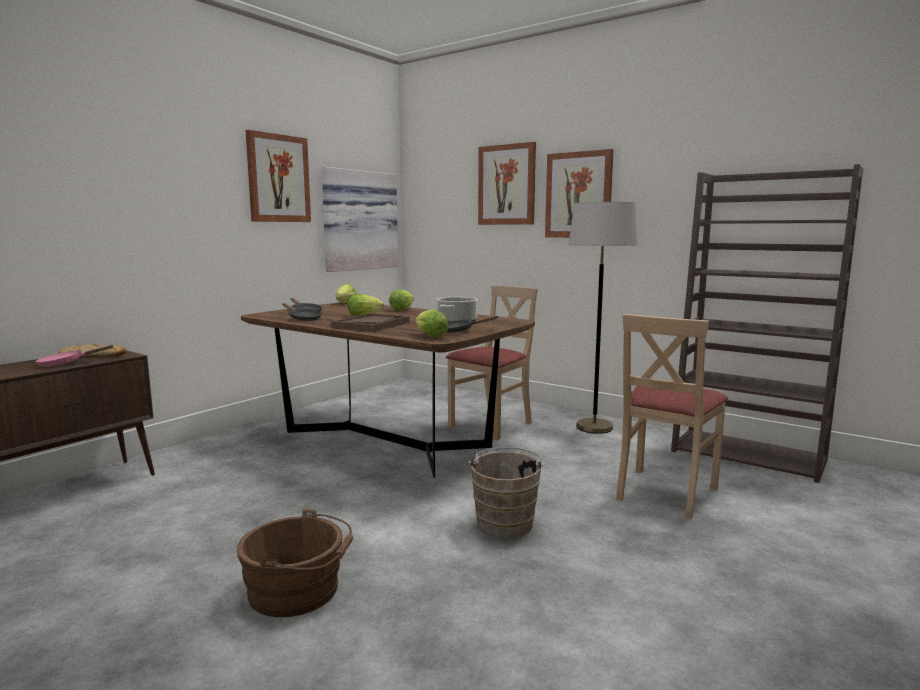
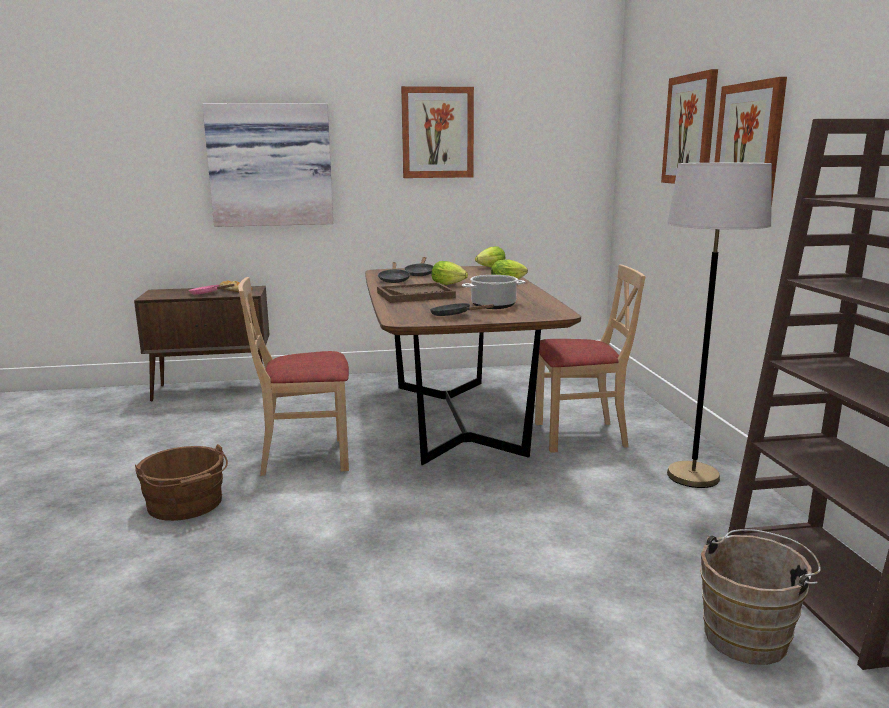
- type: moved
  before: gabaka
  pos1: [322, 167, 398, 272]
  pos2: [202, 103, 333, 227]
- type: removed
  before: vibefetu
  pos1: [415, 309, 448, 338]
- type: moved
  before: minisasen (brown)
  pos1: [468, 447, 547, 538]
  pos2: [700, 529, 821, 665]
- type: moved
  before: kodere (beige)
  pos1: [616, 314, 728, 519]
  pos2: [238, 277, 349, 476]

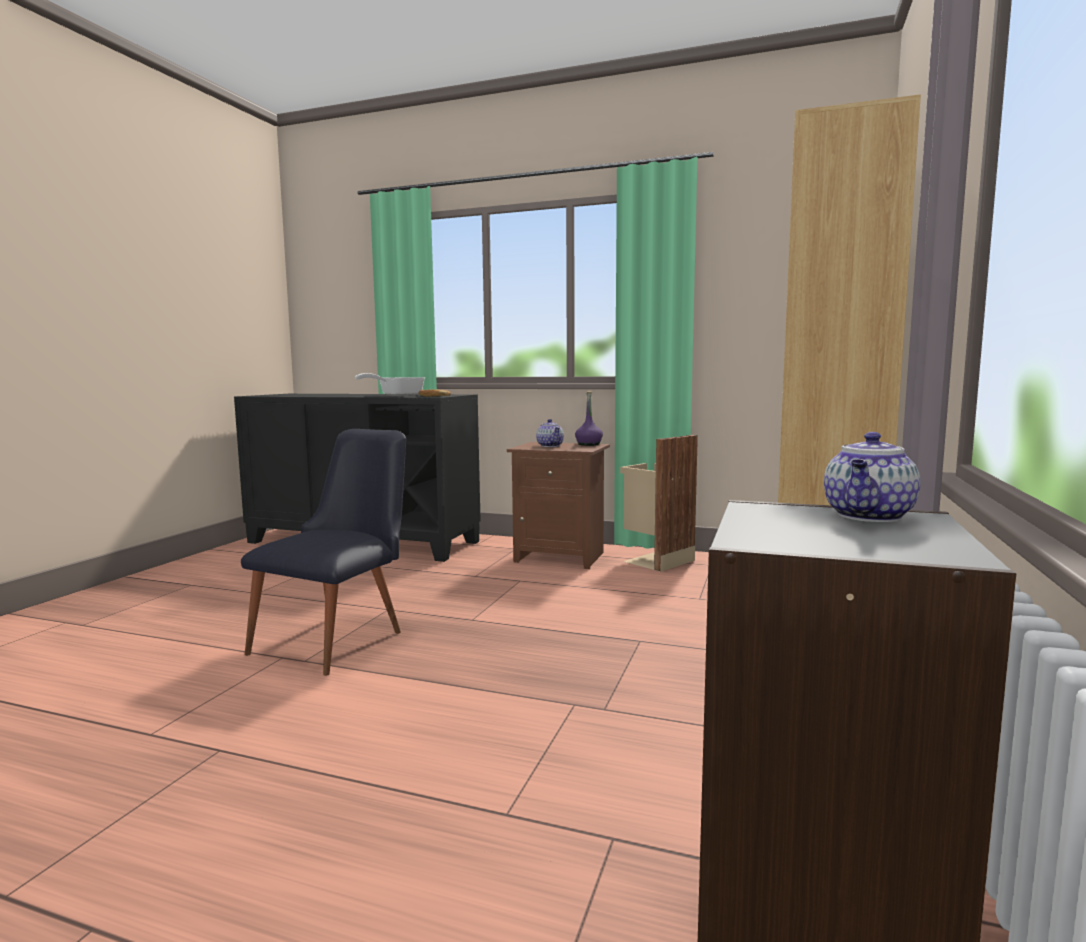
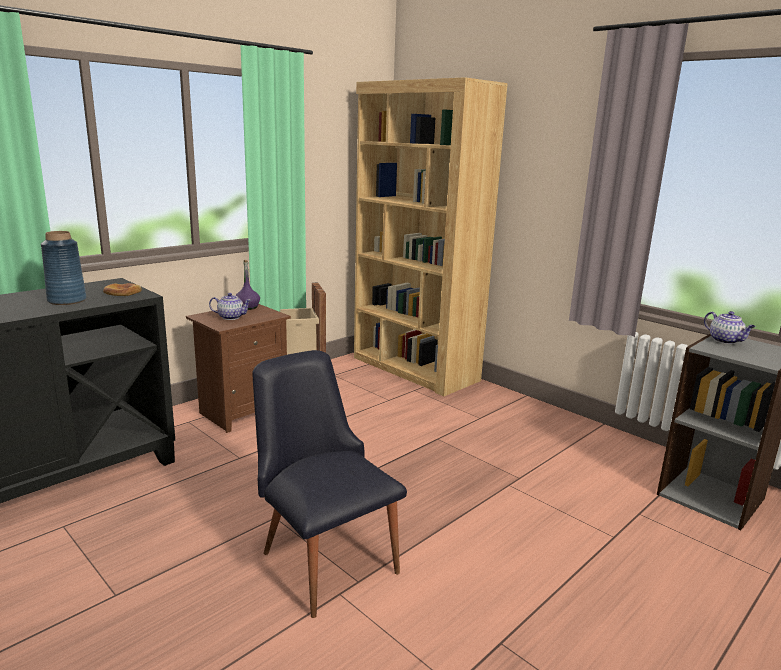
- type: replaced
  before: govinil
  after: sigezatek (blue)
  pos1: [355, 373, 425, 396]
  pos2: [41, 231, 86, 305]

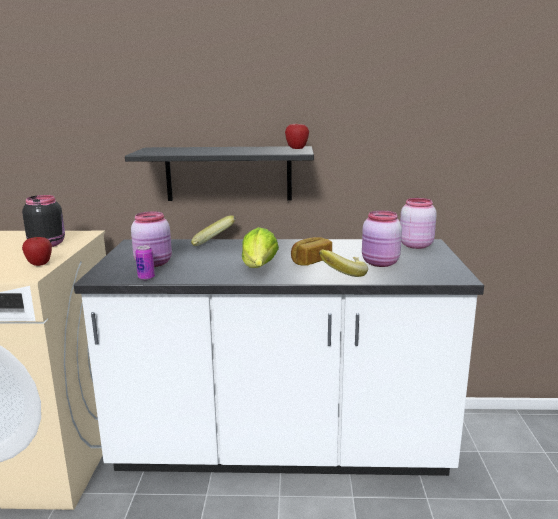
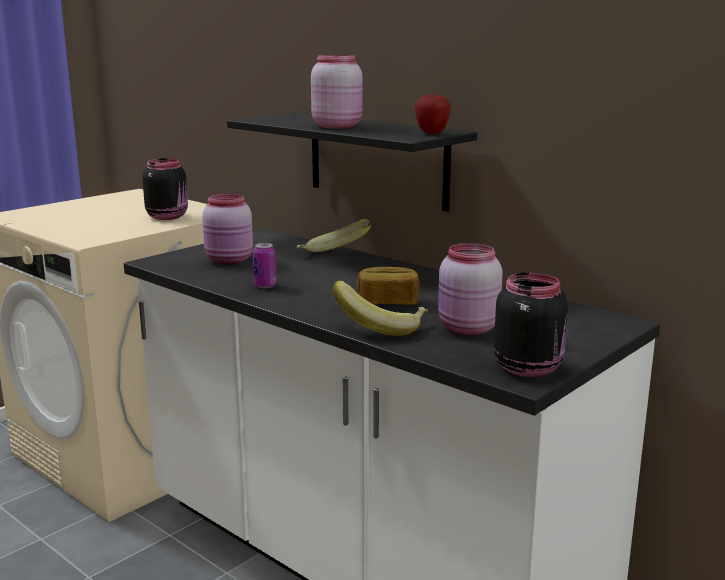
- type: removed
  before: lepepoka
  pos1: [22, 236, 52, 266]
- type: moved
  before: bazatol
  pos1: [135, 245, 155, 280]
  pos2: [253, 243, 276, 288]
- type: removed
  before: vibefetu
  pos1: [242, 227, 279, 268]
- type: moved
  before: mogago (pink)
  pos1: [400, 198, 437, 249]
  pos2: [311, 55, 363, 129]
- type: added
  after: mogago (black)
  pos2: [494, 272, 568, 377]

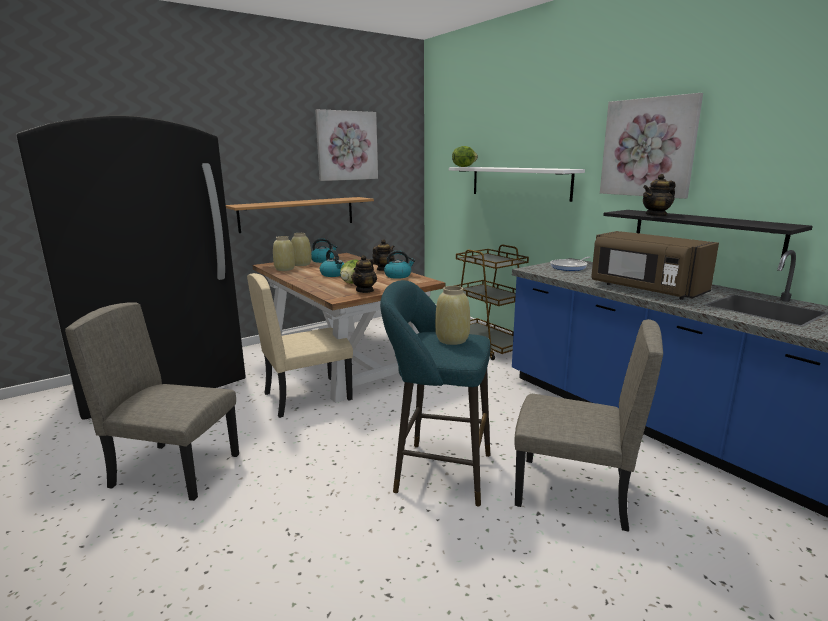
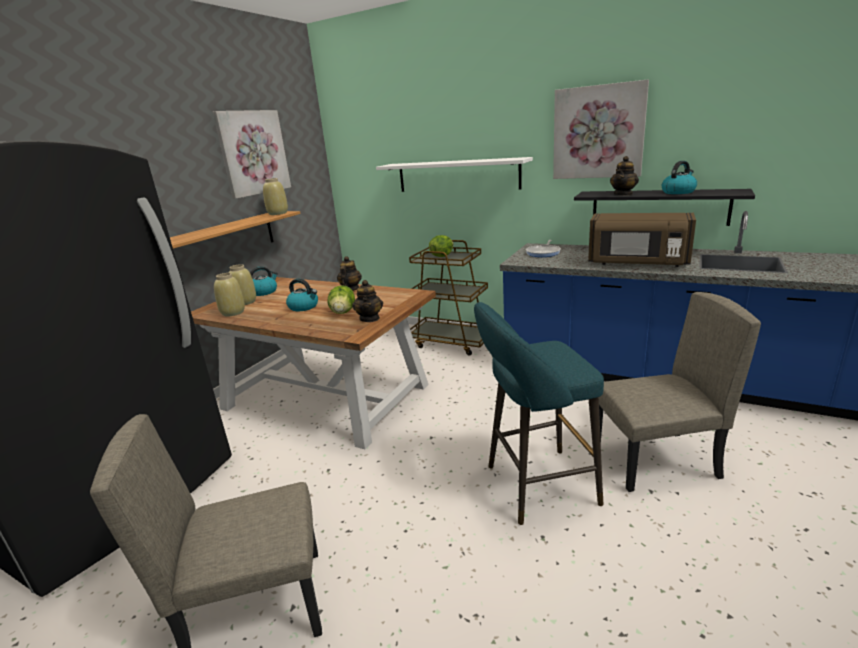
- type: removed
  before: kodere (beige)
  pos1: [247, 273, 353, 418]
- type: moved
  before: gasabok
  pos1: [384, 250, 415, 279]
  pos2: [662, 161, 697, 194]
- type: moved
  before: sigezatek (beige)
  pos1: [435, 286, 470, 345]
  pos2: [263, 178, 288, 215]
- type: moved
  before: vibefetu
  pos1: [452, 146, 478, 167]
  pos2: [429, 235, 454, 257]

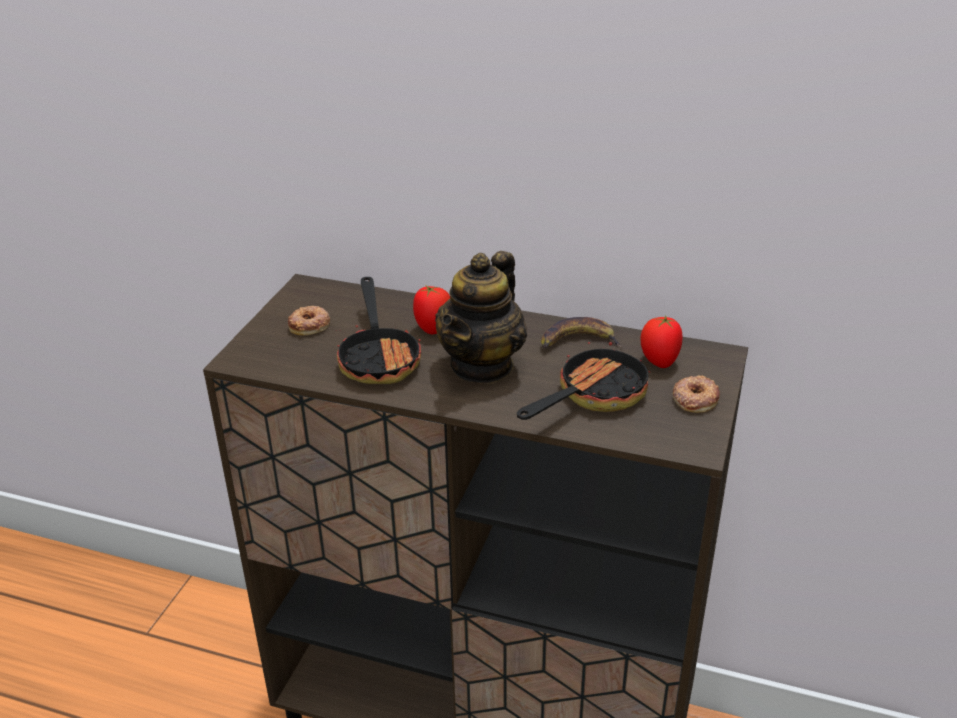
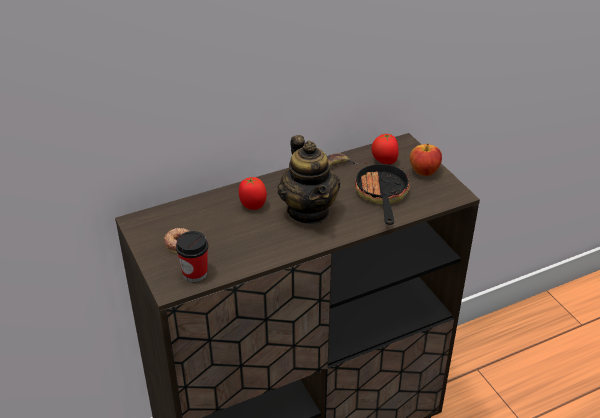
- type: removed
  before: govinil
  pos1: [336, 277, 421, 384]
- type: replaced
  before: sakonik
  after: lepepoka
  pos1: [673, 376, 720, 413]
  pos2: [410, 144, 442, 176]
- type: added
  after: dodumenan
  pos2: [176, 231, 208, 282]

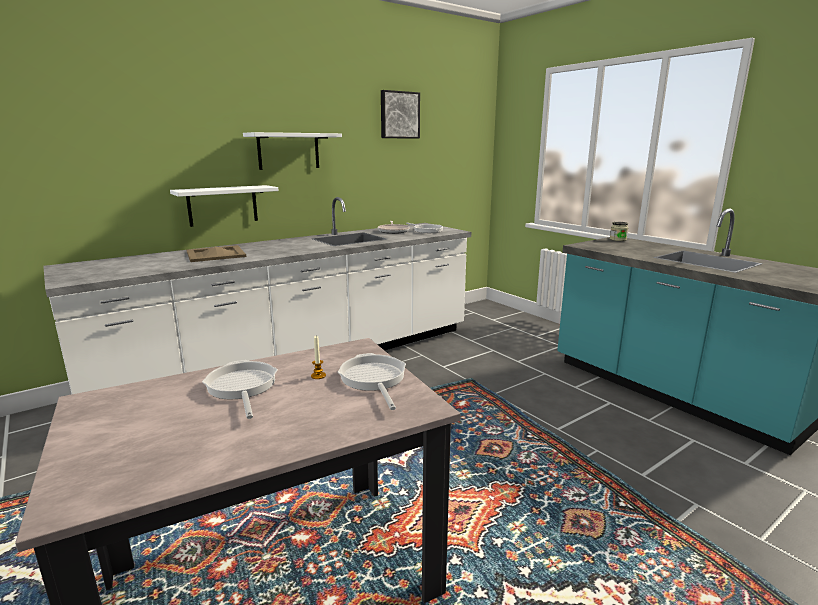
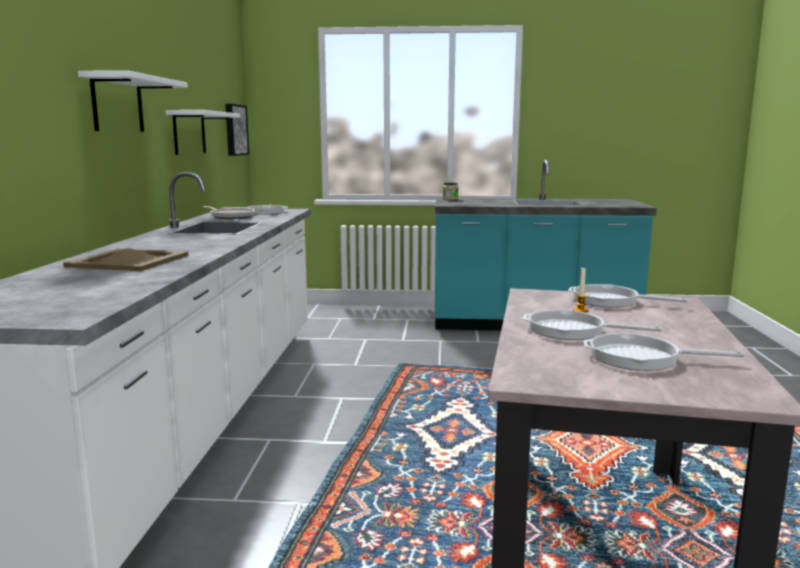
- type: moved
  before: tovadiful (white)
  pos1: [170, 185, 279, 227]
  pos2: [166, 110, 240, 155]
- type: moved
  before: gabaka
  pos1: [381, 90, 420, 139]
  pos2: [226, 104, 249, 156]
- type: added
  after: govinil
  pos2: [584, 332, 744, 371]

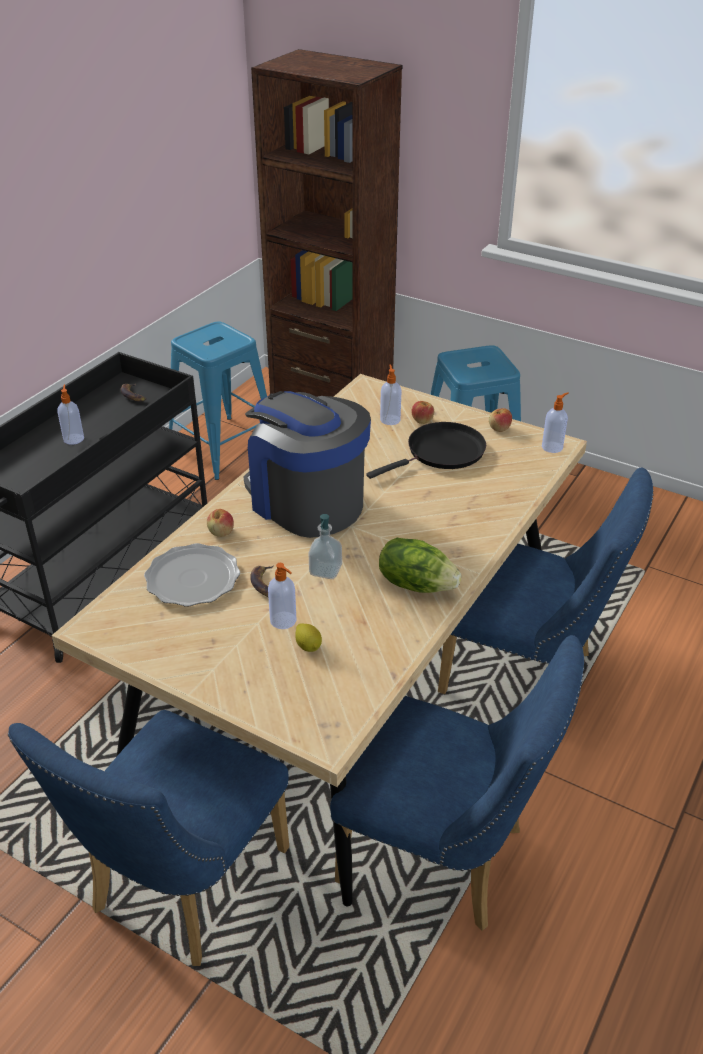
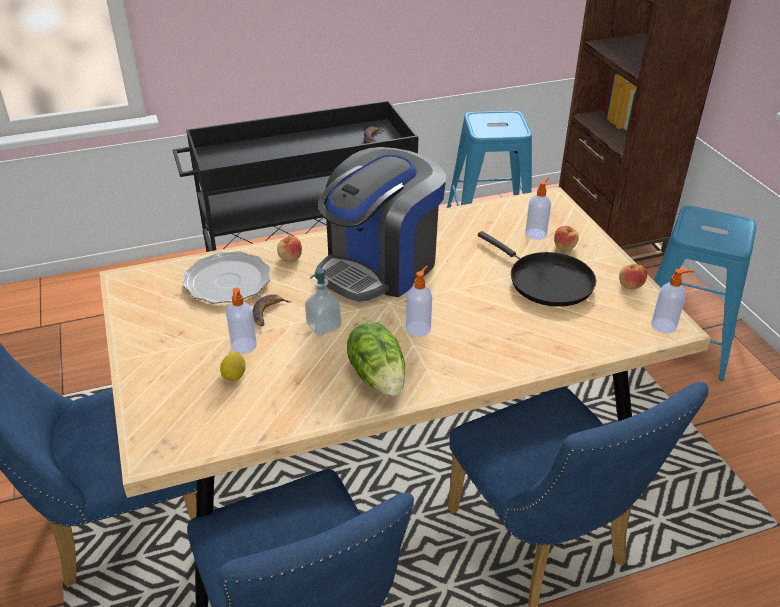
- type: moved
  before: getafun
  pos1: [57, 384, 84, 445]
  pos2: [406, 266, 432, 337]
- type: turned
  before: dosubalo
  pos1: [243, 391, 371, 538]
  pos2: [315, 147, 446, 302]
  turn: -135
- type: turned
  before: govinil (black)
  pos1: [366, 422, 486, 479]
  pos2: [478, 231, 596, 307]
  turn: 45

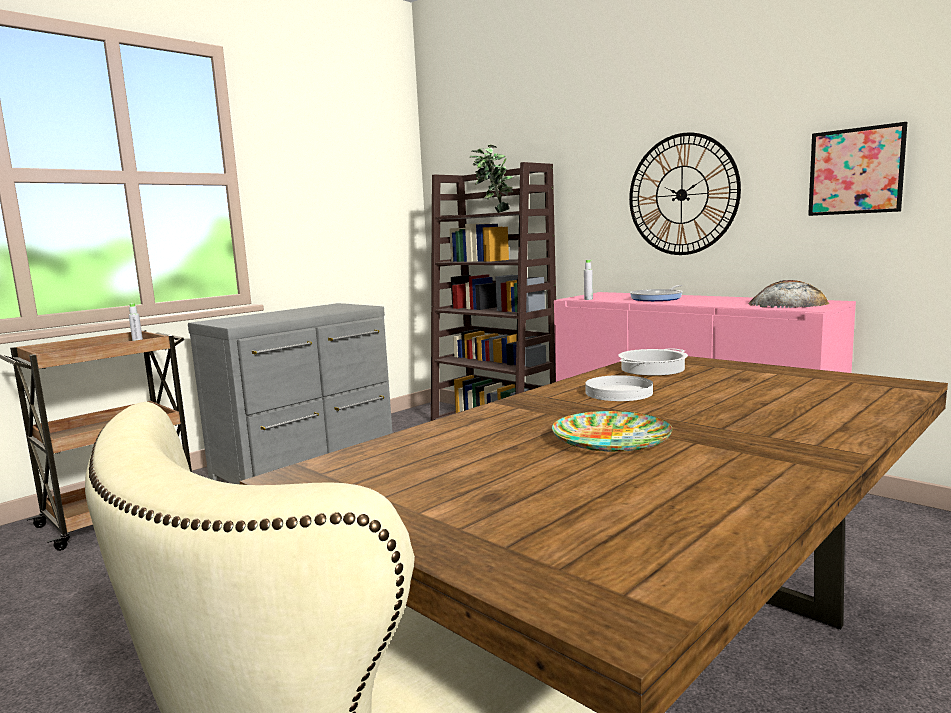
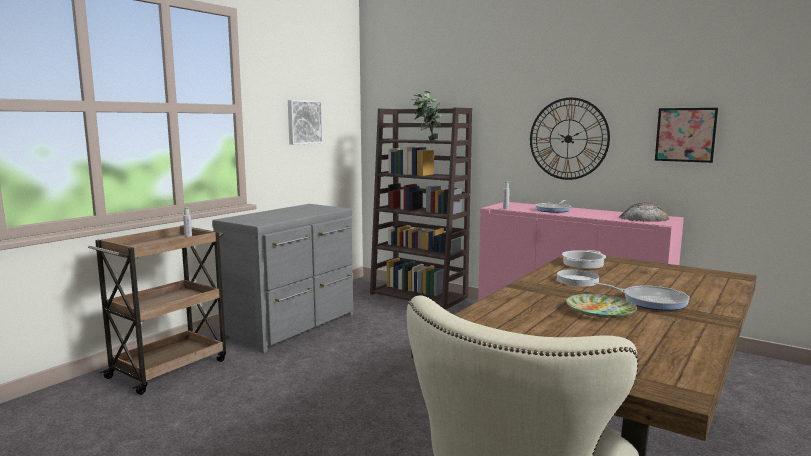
- type: added
  after: gabaka
  pos2: [288, 100, 323, 145]
- type: added
  after: govinil
  pos2: [594, 282, 690, 311]

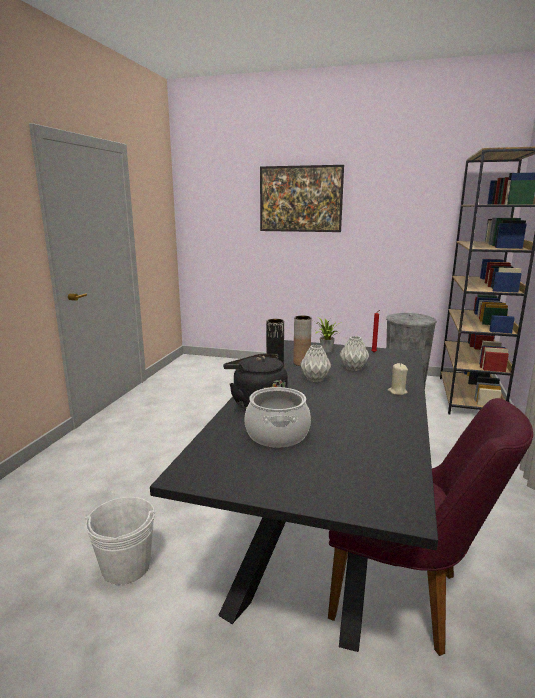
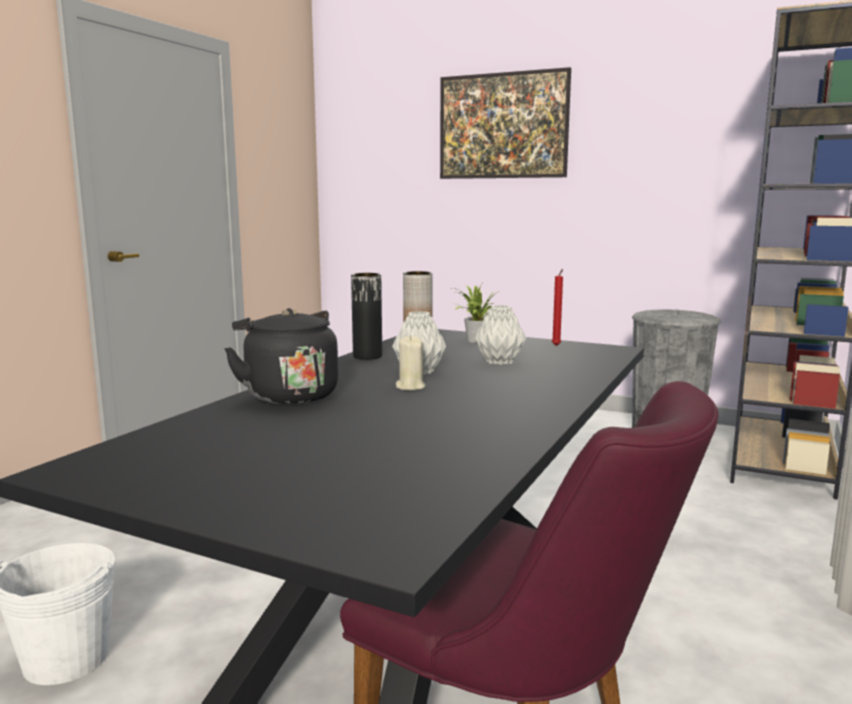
- type: removed
  before: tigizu
  pos1: [244, 387, 311, 448]
- type: moved
  before: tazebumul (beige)
  pos1: [388, 363, 408, 395]
  pos2: [396, 335, 425, 391]

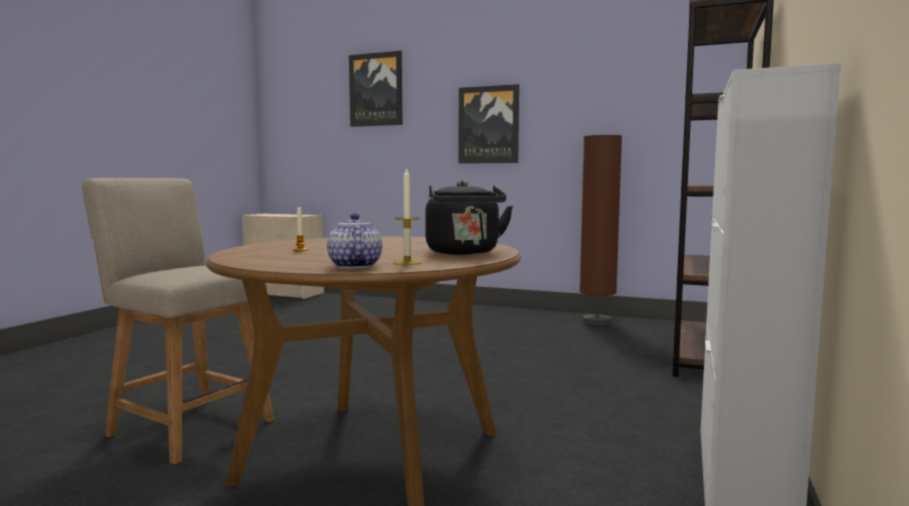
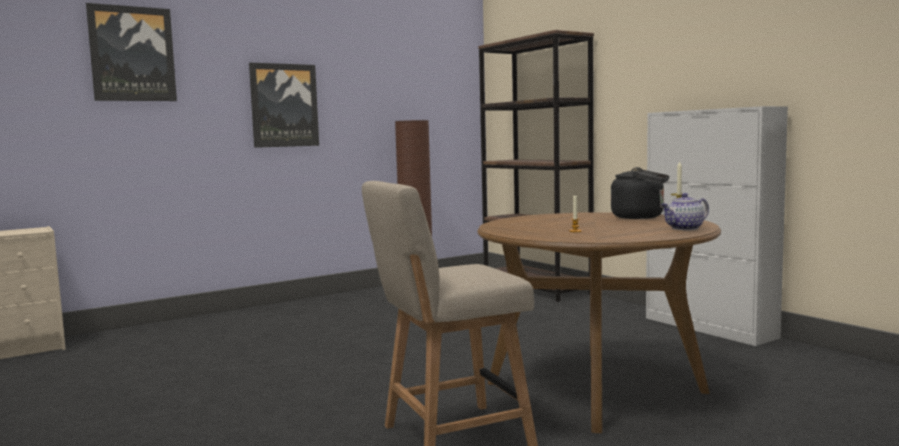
- type: turned
  before: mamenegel
  pos1: [327, 213, 382, 268]
  pos2: [661, 193, 709, 230]
  turn: -45

